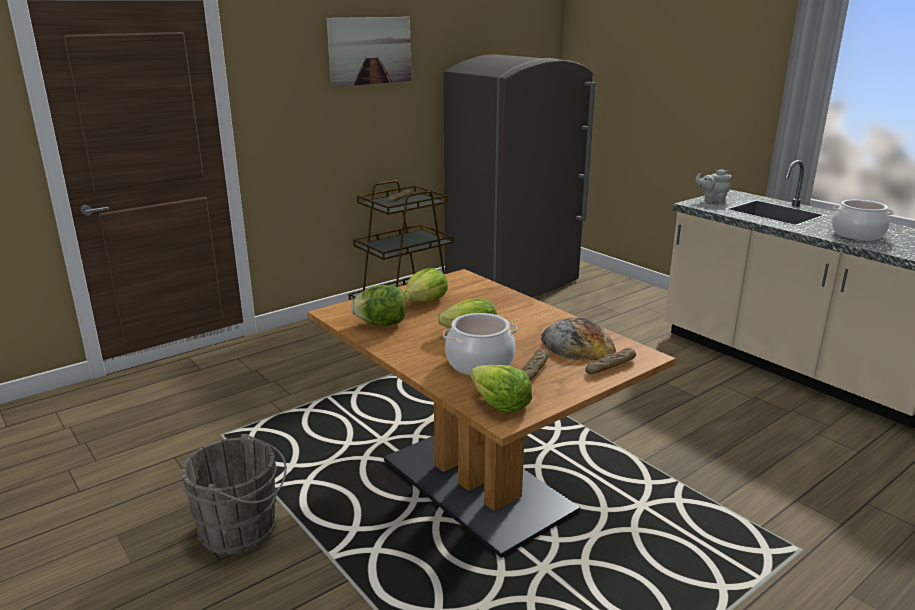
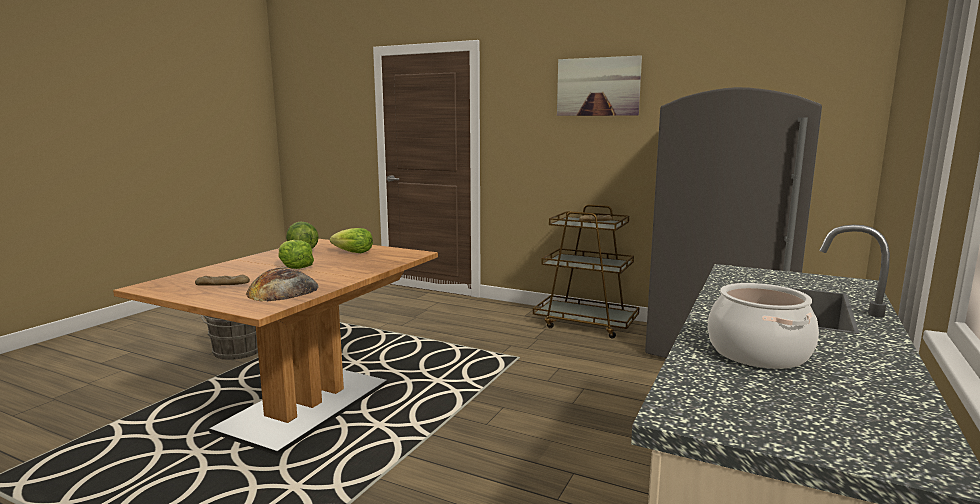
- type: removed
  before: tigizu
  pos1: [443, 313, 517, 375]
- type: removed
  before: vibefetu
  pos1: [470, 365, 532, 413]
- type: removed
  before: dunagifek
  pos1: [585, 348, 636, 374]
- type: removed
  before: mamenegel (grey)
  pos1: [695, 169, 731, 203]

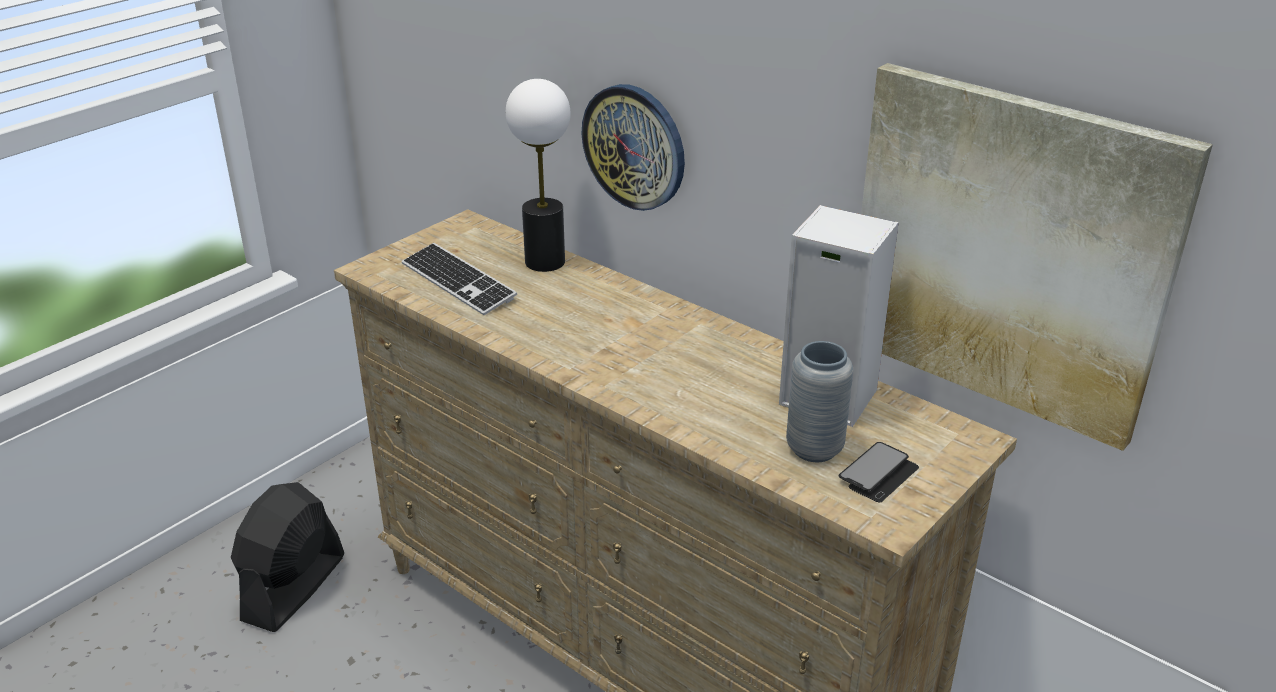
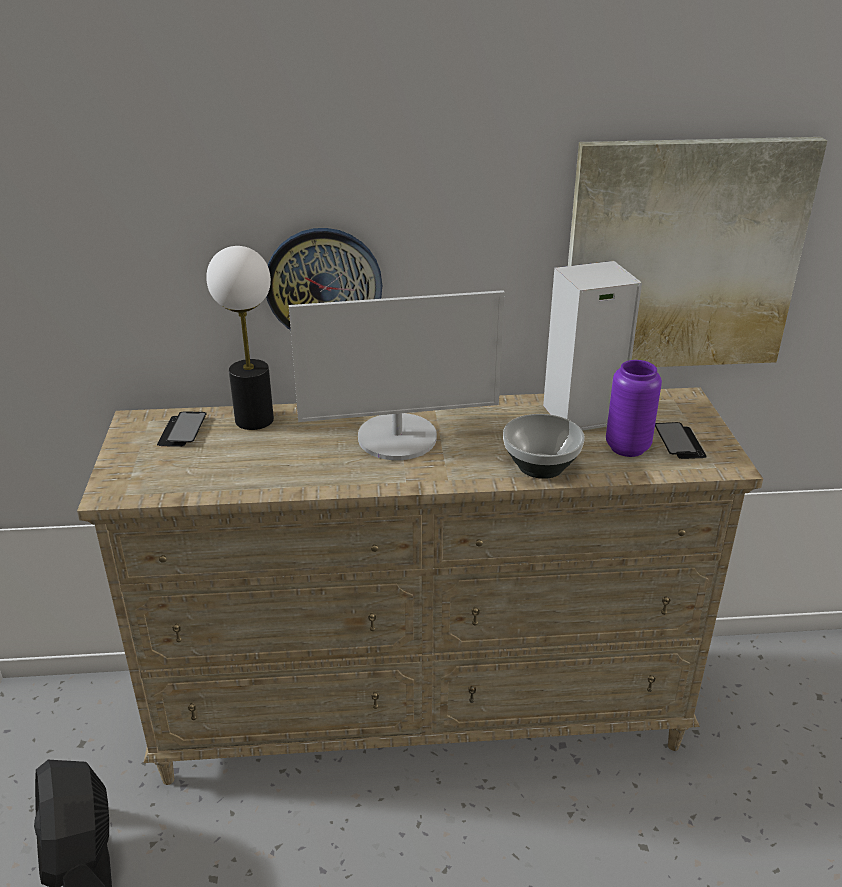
- type: removed
  before: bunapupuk
  pos1: [402, 243, 517, 315]
- type: recoloured
  before: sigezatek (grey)
  after: sigezatek (purple)
  pos1: [786, 341, 853, 462]
  pos2: [606, 360, 662, 457]
- type: added
  after: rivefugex
  pos2: [157, 411, 207, 447]
- type: added
  after: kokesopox
  pos2: [289, 290, 505, 460]
- type: added
  after: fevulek
  pos2: [503, 414, 585, 479]

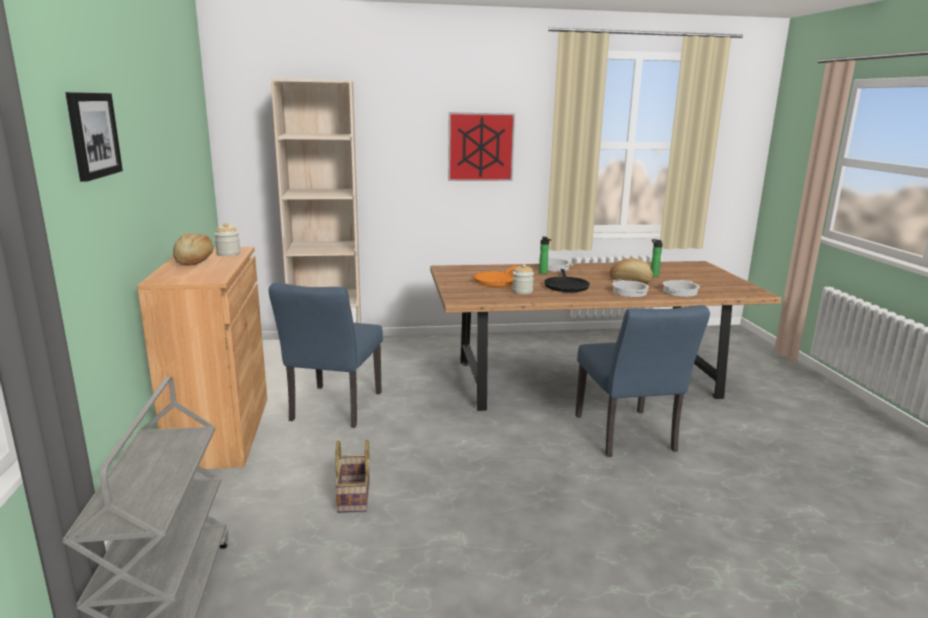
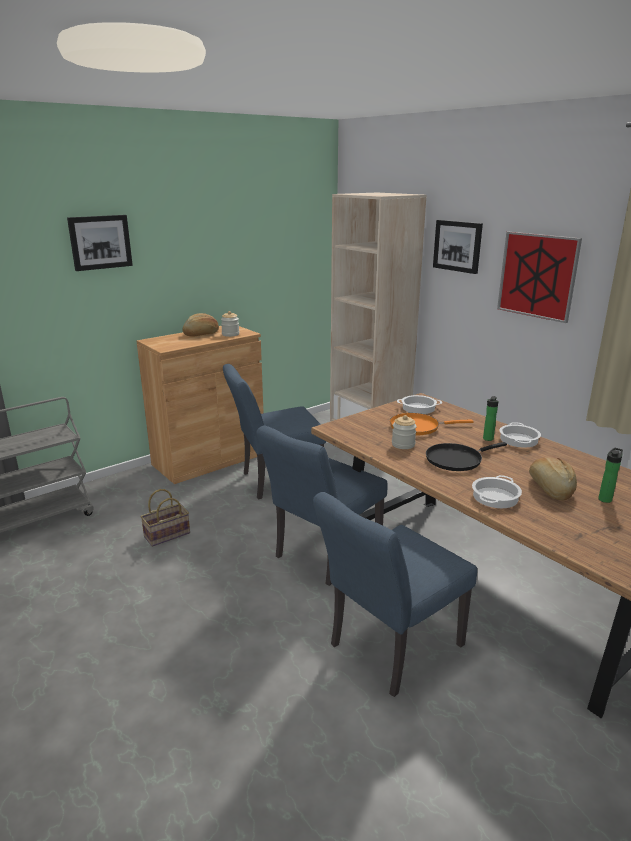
- type: moved
  before: tigizu
  pos1: [663, 280, 700, 297]
  pos2: [397, 395, 442, 414]
- type: added
  after: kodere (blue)
  pos2: [256, 425, 387, 586]
- type: added
  after: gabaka
  pos2: [433, 220, 483, 274]

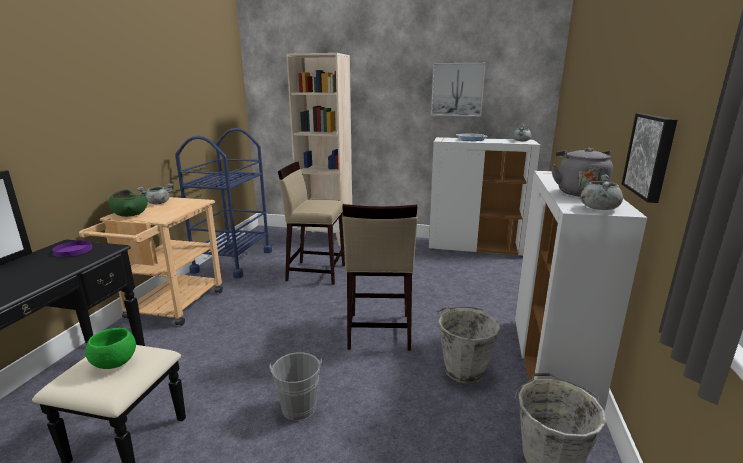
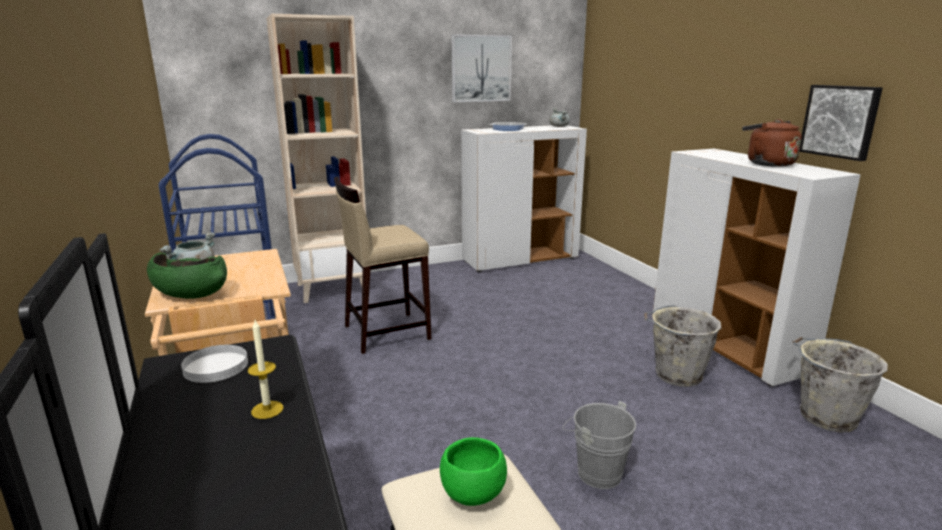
- type: recoloured
  before: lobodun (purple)
  after: lobodun (white)
  pos1: [52, 240, 92, 257]
  pos2: [181, 345, 248, 383]
- type: removed
  before: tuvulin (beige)
  pos1: [342, 204, 417, 351]
- type: recoloured
  before: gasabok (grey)
  after: gasabok (brown)
  pos1: [551, 147, 613, 197]
  pos2: [742, 119, 802, 167]
- type: removed
  before: tigizu (grey)
  pos1: [580, 174, 623, 210]
- type: added
  after: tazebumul
  pos2: [248, 320, 284, 419]

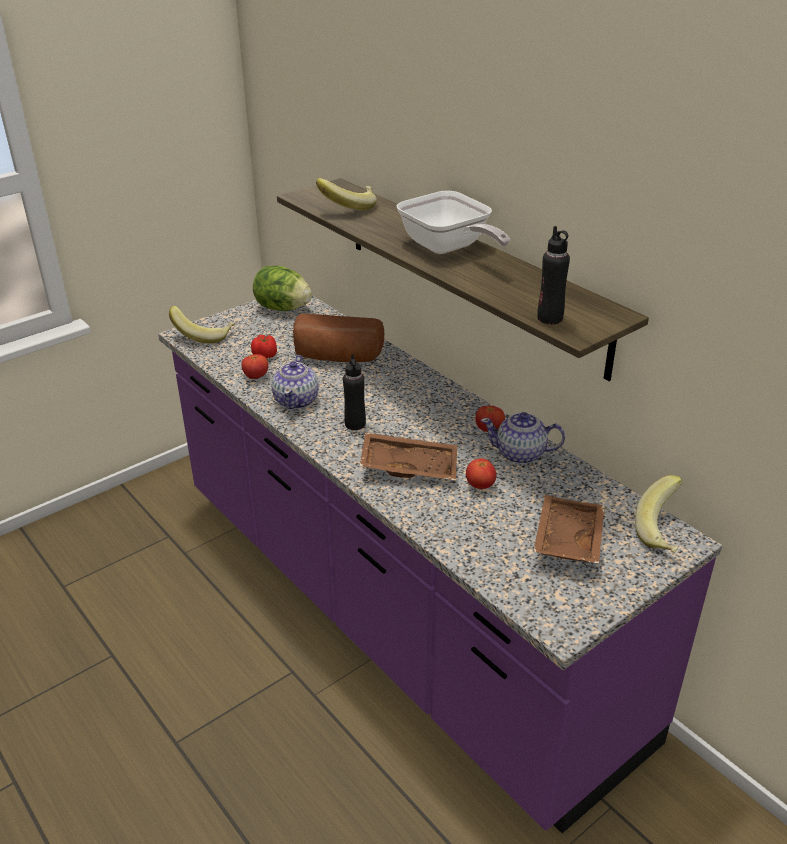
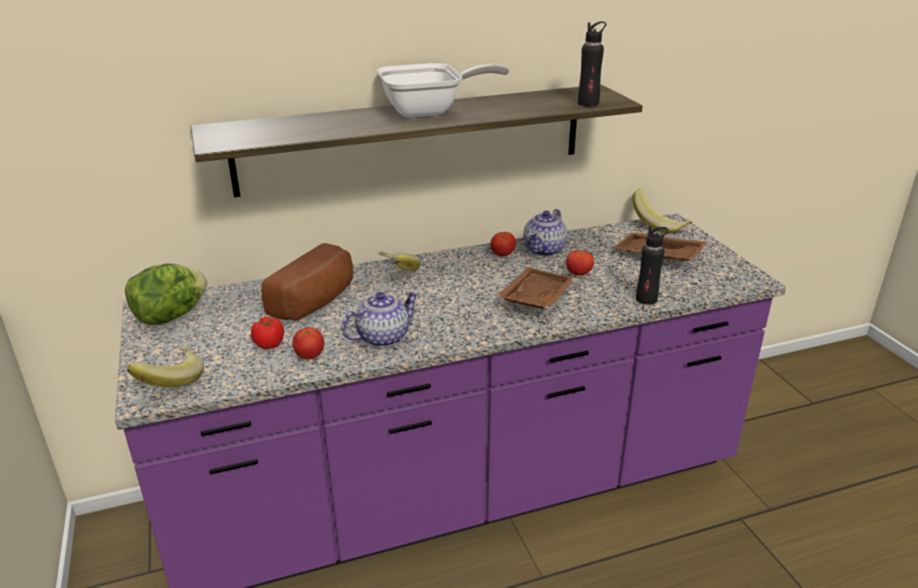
- type: turned
  before: mamenegel
  pos1: [272, 355, 319, 409]
  pos2: [341, 291, 420, 347]
  turn: -60
- type: moved
  before: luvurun
  pos1: [316, 178, 377, 210]
  pos2: [378, 251, 421, 272]
- type: moved
  before: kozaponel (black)
  pos1: [343, 354, 366, 430]
  pos2: [636, 226, 668, 305]

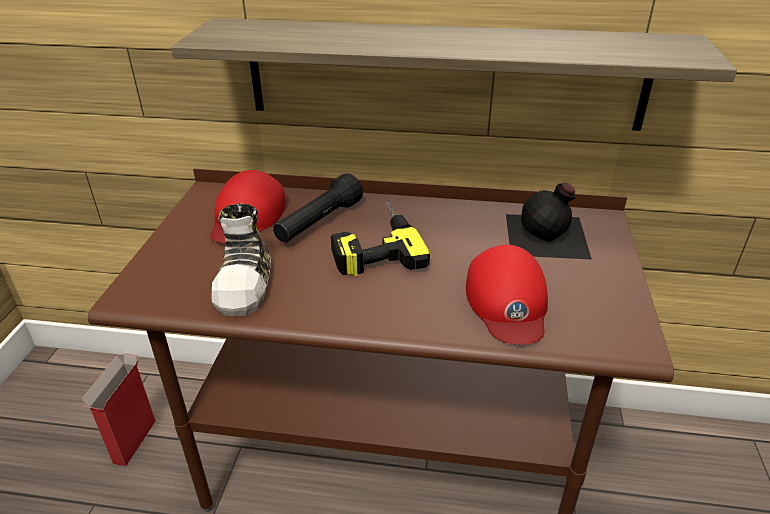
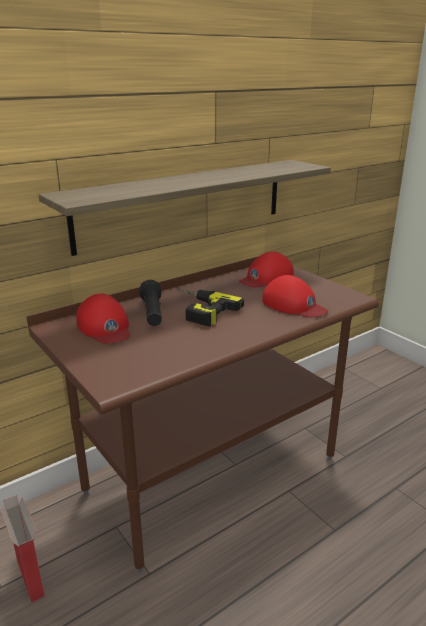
- type: removed
  before: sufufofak
  pos1: [212, 203, 271, 316]
- type: replaced
  before: kozaponel (black)
  after: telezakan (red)
  pos1: [506, 182, 592, 260]
  pos2: [239, 251, 294, 287]

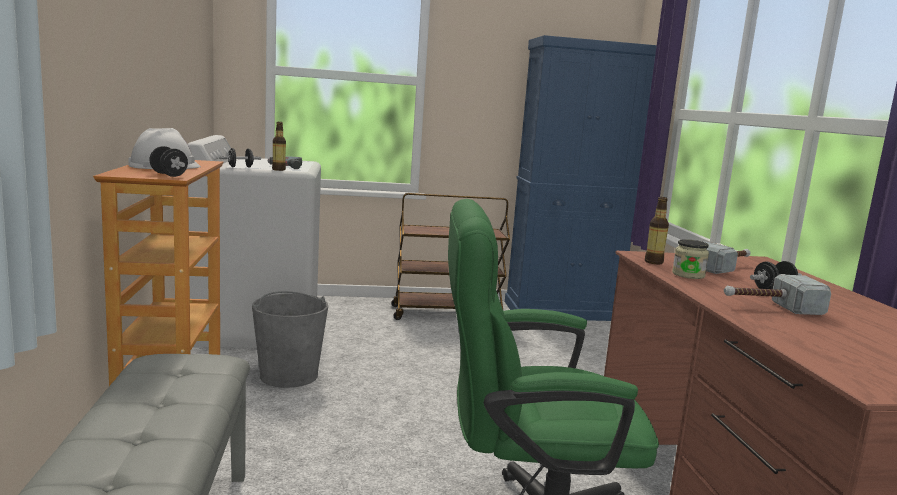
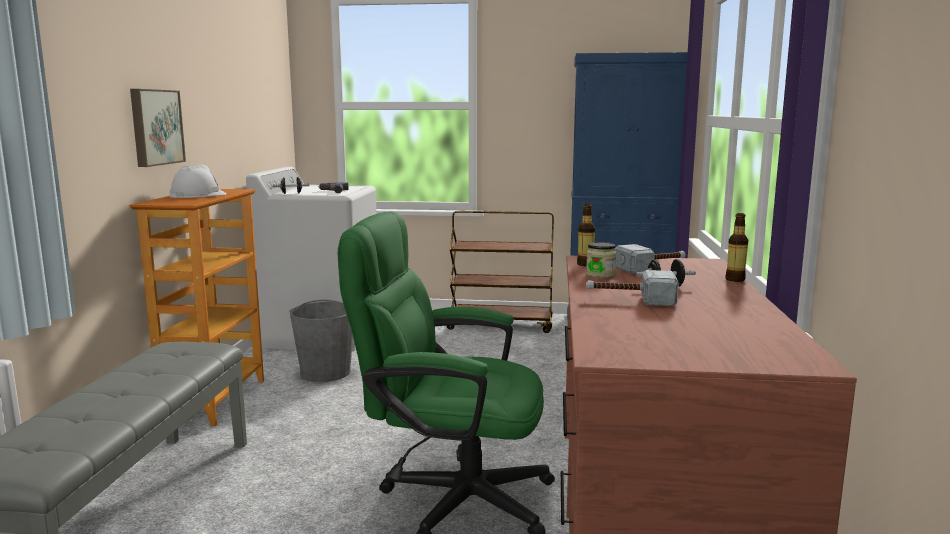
- type: removed
  before: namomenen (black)
  pos1: [149, 146, 188, 177]
- type: moved
  before: kozaponel
  pos1: [272, 122, 286, 171]
  pos2: [725, 213, 748, 282]
- type: added
  after: gabaka
  pos2: [130, 89, 186, 167]

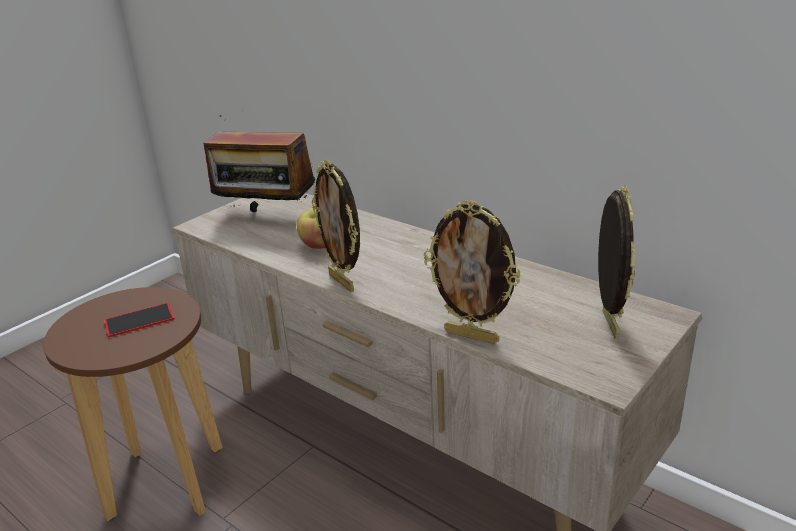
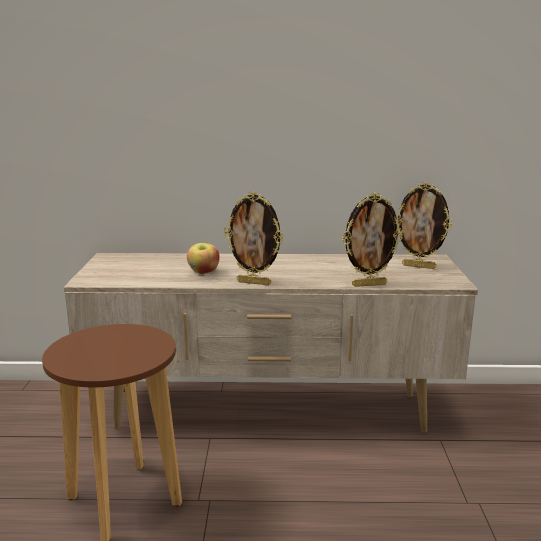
- type: removed
  before: rivefugex
  pos1: [104, 303, 175, 337]
- type: removed
  before: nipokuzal
  pos1: [203, 115, 315, 212]
- type: turned
  before: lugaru
  pos1: [598, 185, 635, 339]
  pos2: [396, 182, 453, 269]
  turn: 150

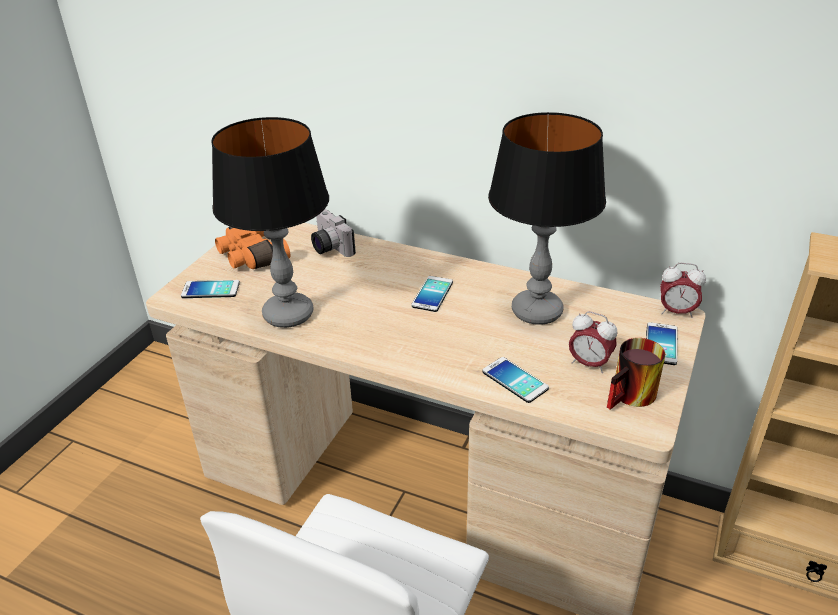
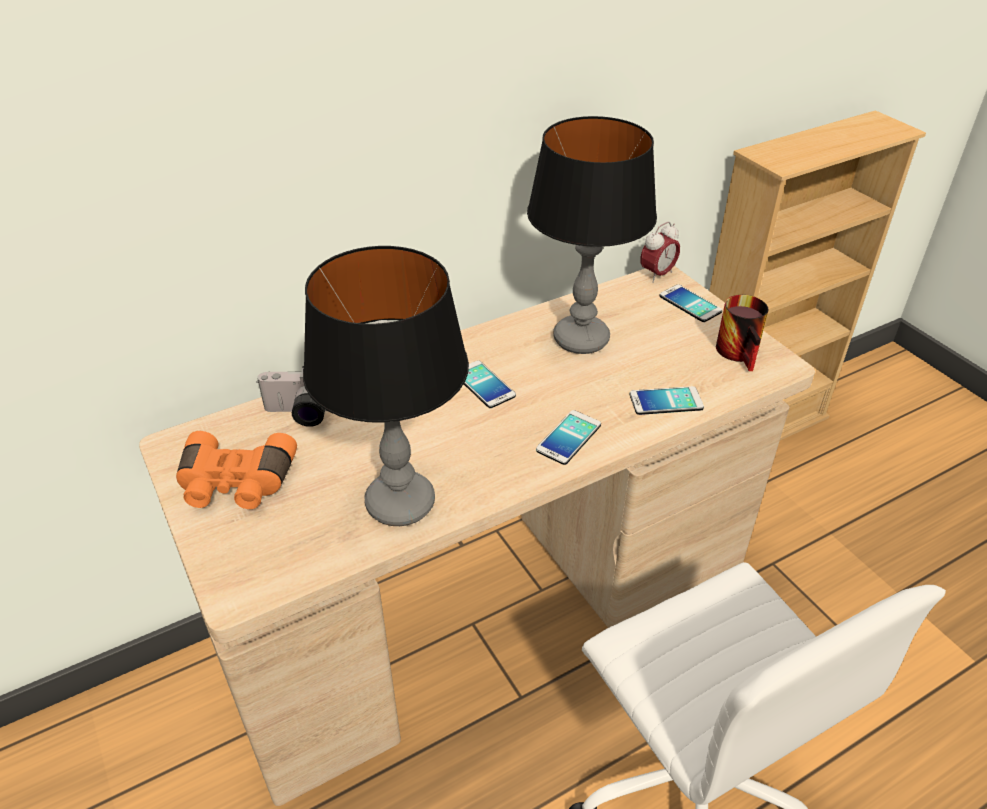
- type: moved
  before: rivefugex
  pos1: [181, 280, 240, 298]
  pos2: [536, 410, 601, 465]
- type: removed
  before: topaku
  pos1: [569, 311, 617, 373]

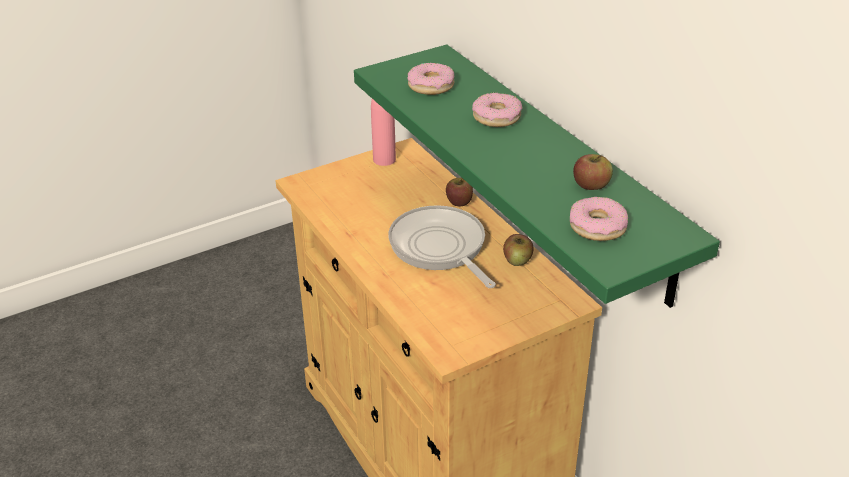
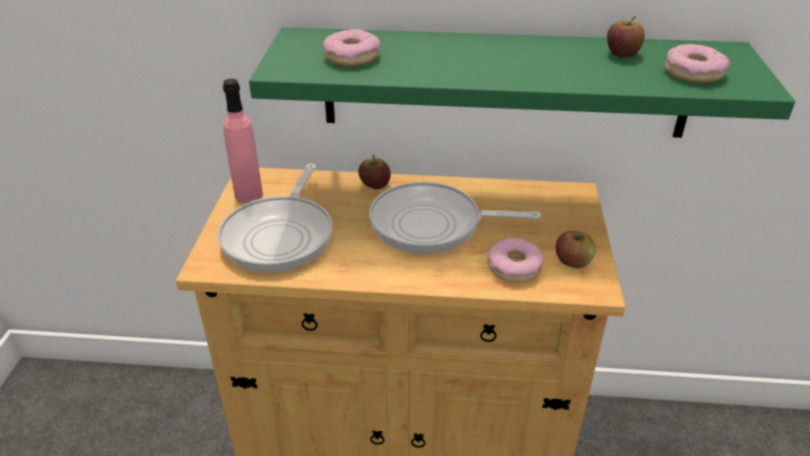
- type: moved
  before: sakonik
  pos1: [472, 93, 522, 127]
  pos2: [487, 237, 544, 283]
- type: moved
  before: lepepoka
  pos1: [503, 234, 533, 266]
  pos2: [556, 231, 596, 268]
- type: added
  after: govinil
  pos2: [217, 164, 333, 273]

